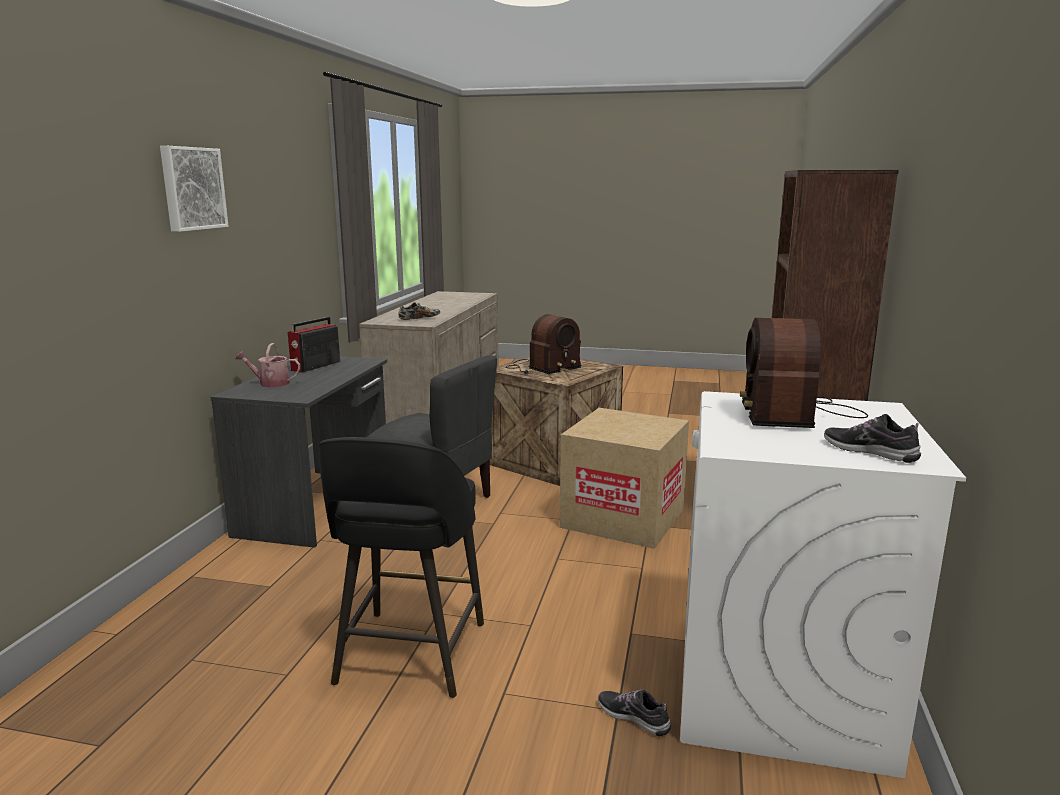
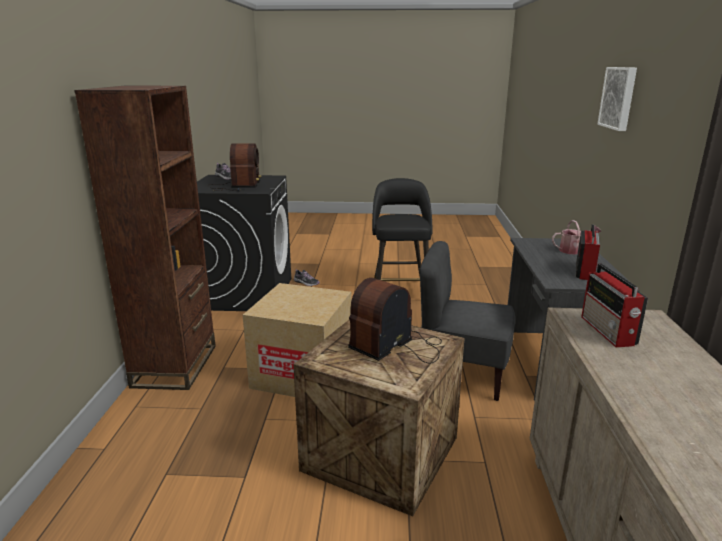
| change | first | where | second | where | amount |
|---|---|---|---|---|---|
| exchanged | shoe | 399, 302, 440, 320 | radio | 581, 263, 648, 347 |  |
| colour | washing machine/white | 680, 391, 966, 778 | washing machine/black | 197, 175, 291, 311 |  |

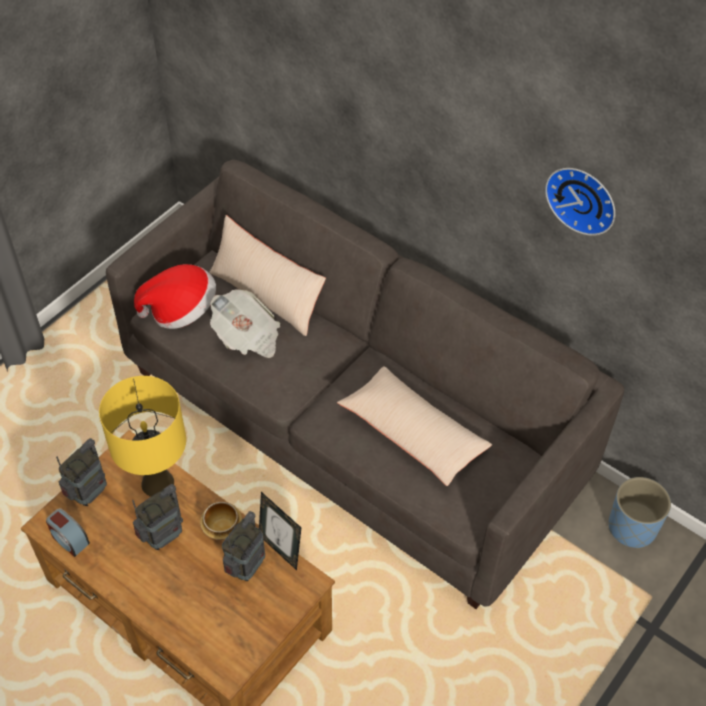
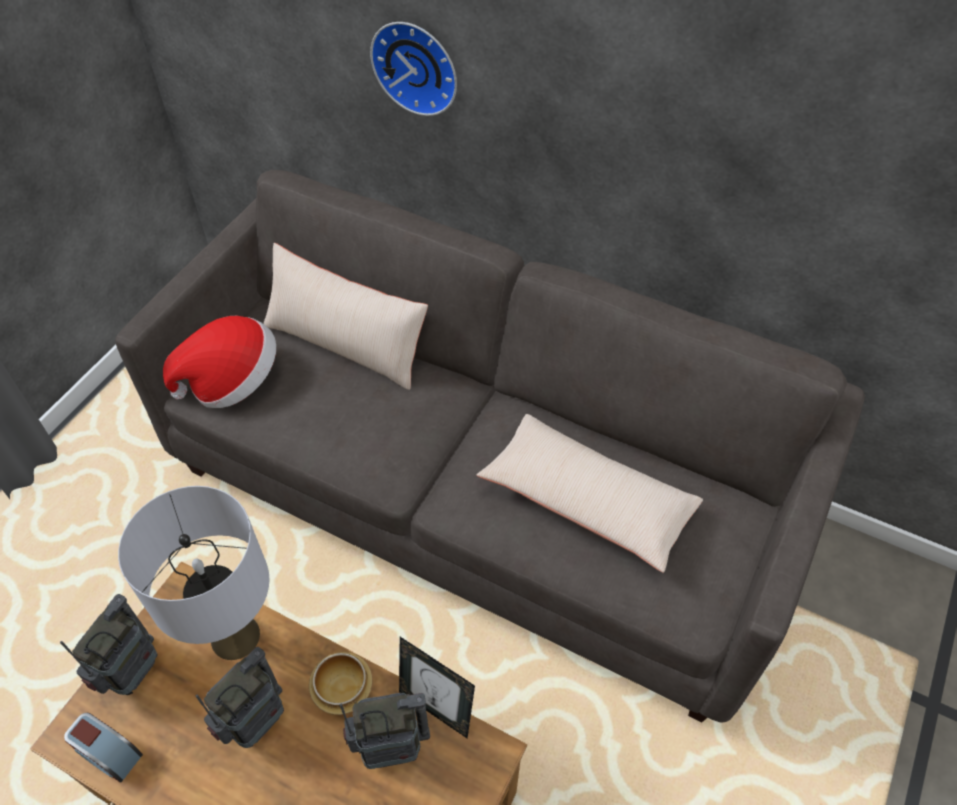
| change | first | where | second | where | amount |
|---|---|---|---|---|---|
| colour | table lamp/yellow | 99, 376, 186, 497 | table lamp/grey | 118, 486, 270, 660 |  |
| missing | newspaper | 210, 290, 280, 358 |  |  |  |
| spun | radio | 222, 511, 265, 581 |  | 340, 693, 430, 769 | 60 degrees clockwise |
| relocated | wall clock | 545, 168, 615, 236 |  | 370, 22, 457, 116 |  |
| missing | planter/blue | 609, 477, 671, 549 |  |  |  |

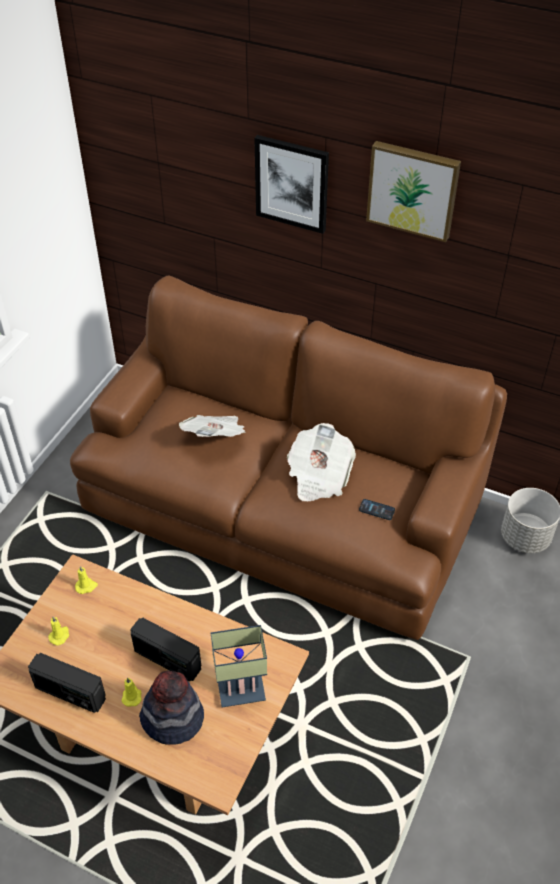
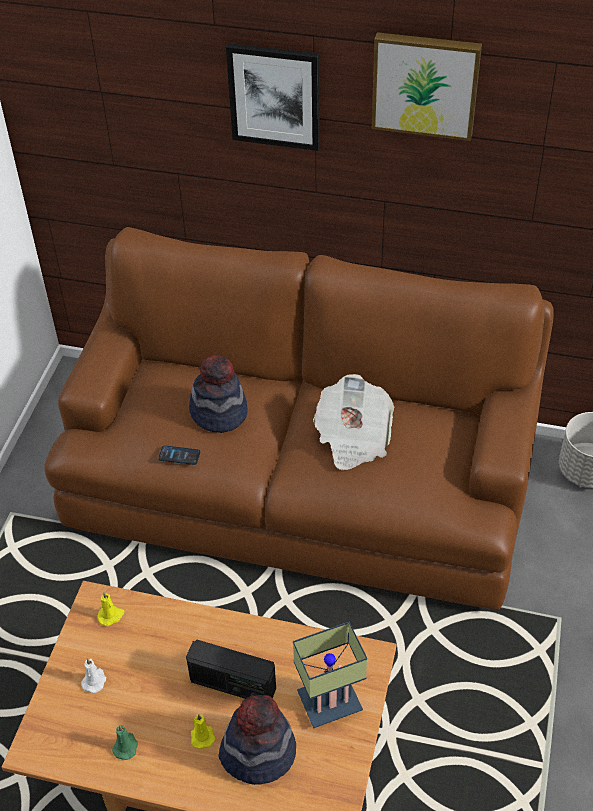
| change | first | where | second | where | amount |
|---|---|---|---|---|---|
| exchanged | radio | 28, 653, 106, 713 | candle/green | 112, 725, 138, 760 |  |
| colour | candle/yellow | 48, 617, 69, 645 | candle/white | 81, 658, 106, 693 |  |
| exchanged | newspaper | 179, 415, 246, 437 | hat | 189, 354, 248, 433 |  |
| relocated | phone | 359, 499, 395, 520 |  | 159, 445, 200, 465 |  |

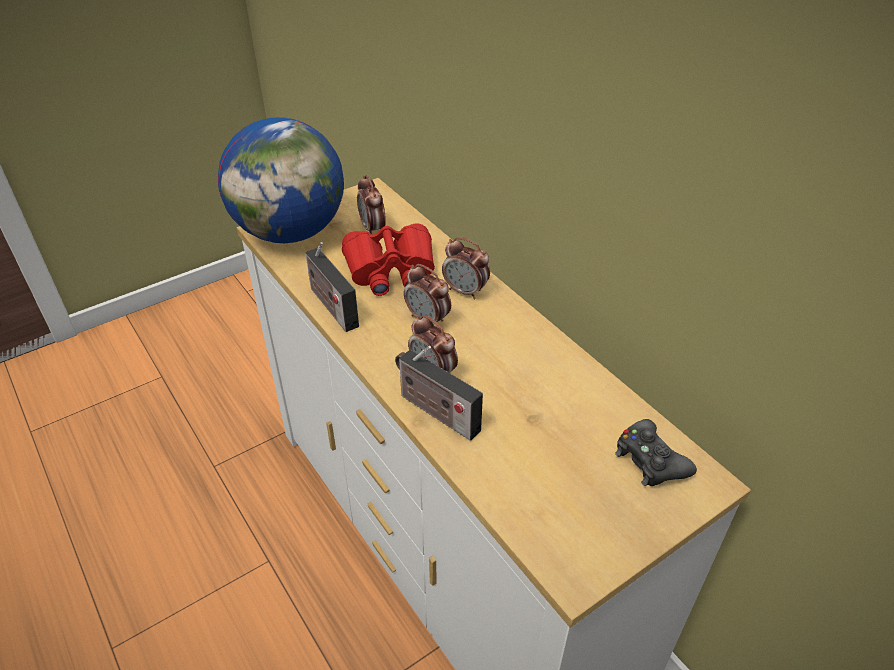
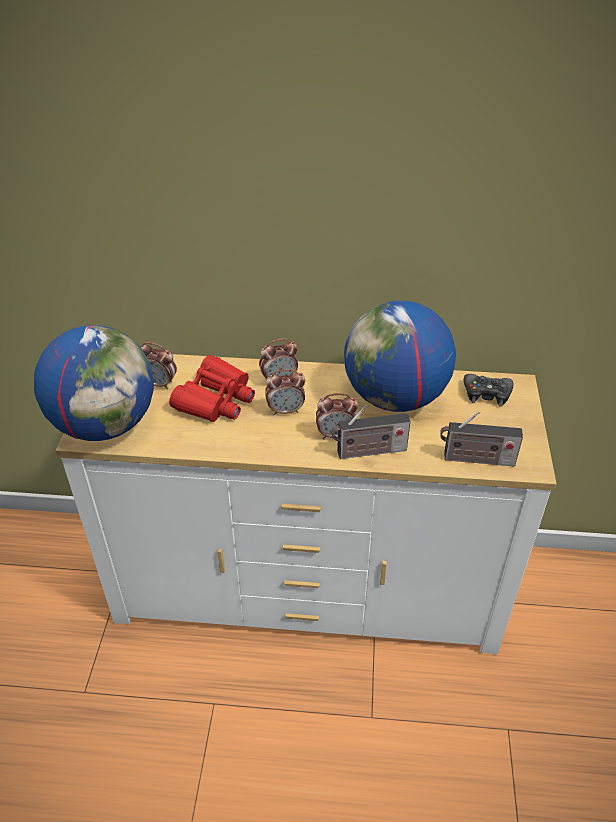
| change | first | where | second | where | amount |
|---|---|---|---|---|---|
| relocated | radio | 305, 242, 359, 332 |  | 440, 411, 523, 467 |  |
| appeared |  |  | globe | 344, 300, 456, 412 |  |

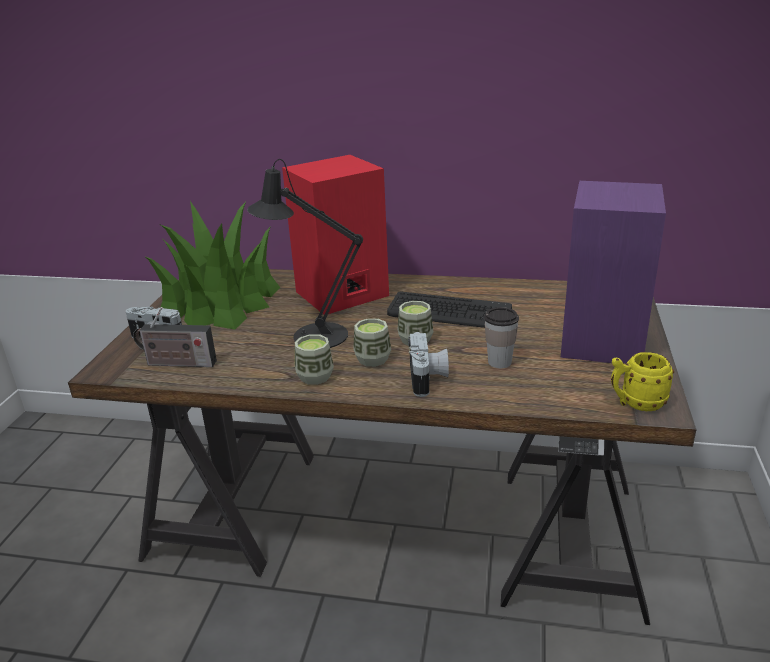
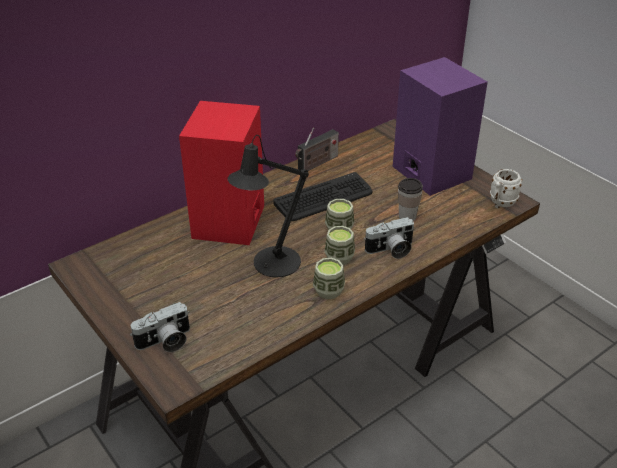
| change | first | where | second | where | amount |
|---|---|---|---|---|---|
| relocated | radio | 135, 307, 217, 367 |  | 295, 128, 339, 171 |  |
| missing | potted plant | 144, 201, 280, 330 |  |  |  |
| spun | photo camera | 408, 332, 449, 397 |  | 364, 217, 414, 259 | 120 degrees clockwise |
| colour | mug/yellow | 611, 352, 674, 411 | mug/white | 490, 169, 522, 208 |  |

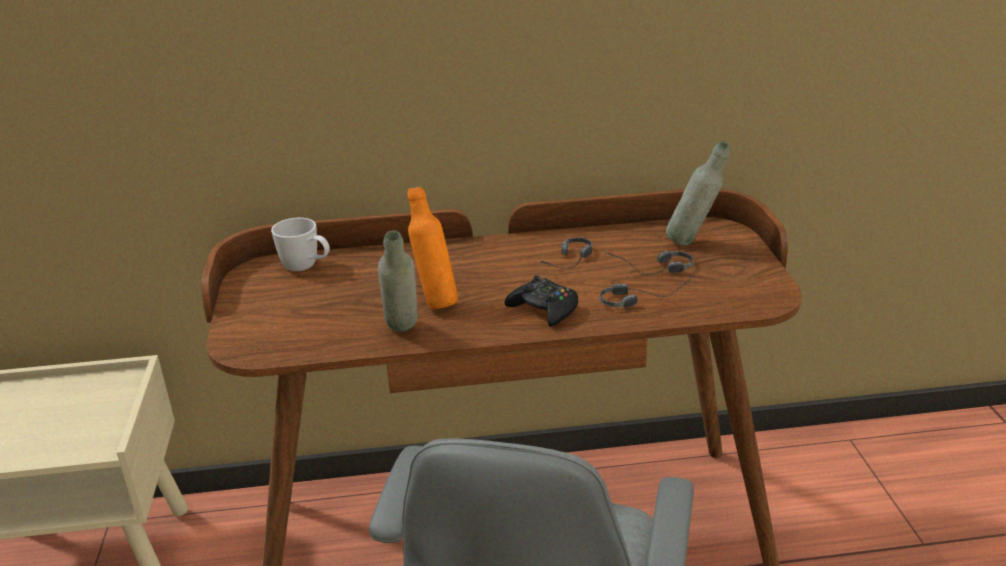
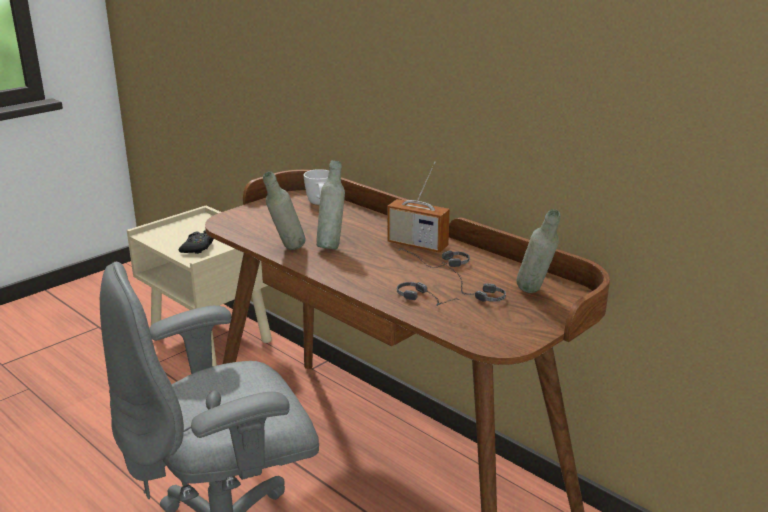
| change | first | where | second | where | amount |
|---|---|---|---|---|---|
| colour | bottle/orange | 408, 186, 458, 310 | bottle/grey | 316, 160, 345, 249 |  |
| relocated | game controller/black | 504, 275, 578, 327 |  | 179, 230, 214, 254 |  |
| appeared |  |  | radio | 387, 162, 450, 252 |  |

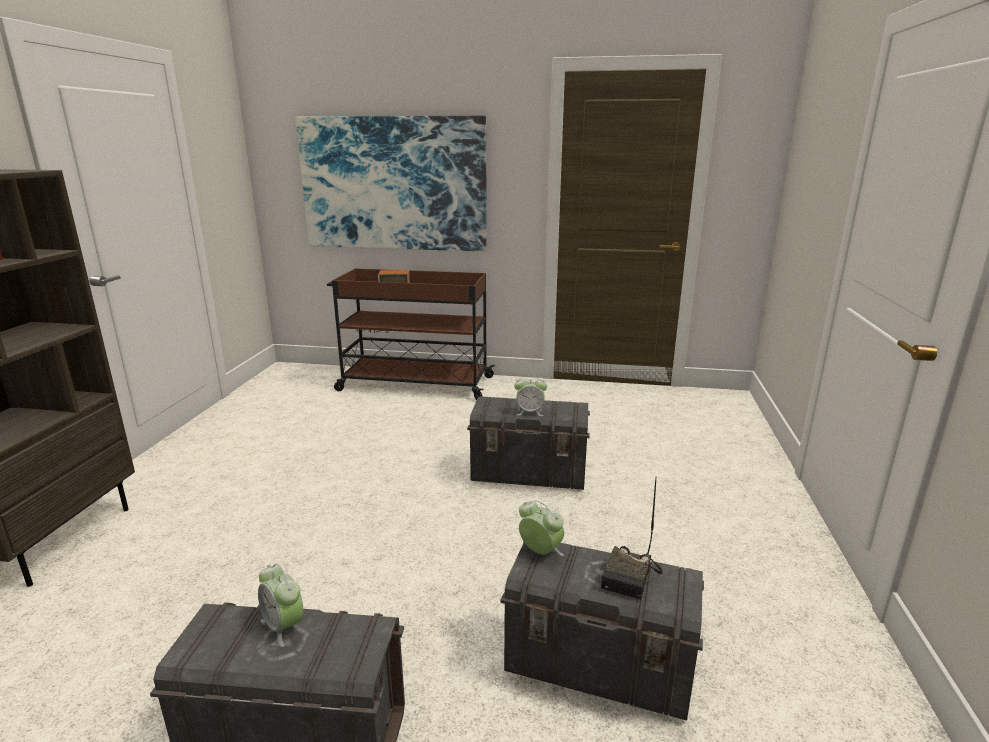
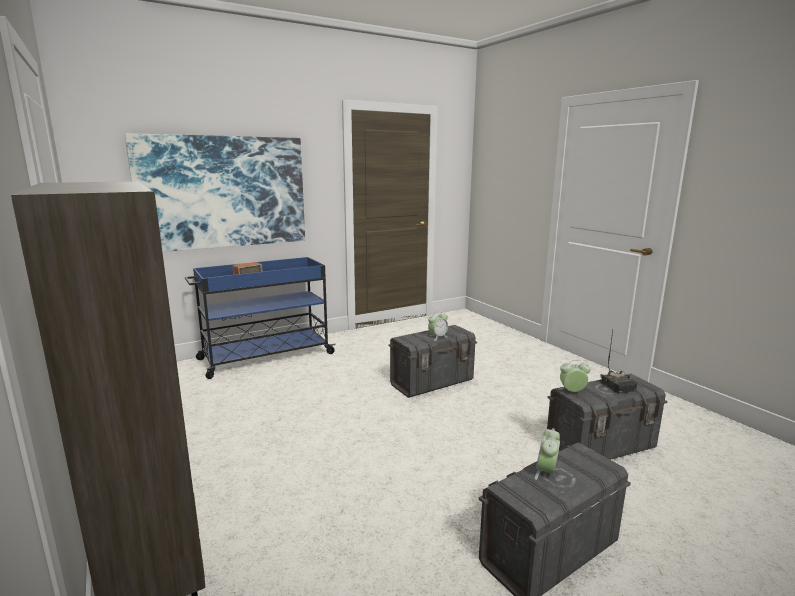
| change | first | where | second | where | amount |
|---|---|---|---|---|---|
| spun | alarm clock | 258, 563, 303, 647 |  | 535, 428, 560, 480 | 105 degrees clockwise |
| colour | cart/brown | 327, 268, 495, 400 | cart/blue | 185, 257, 336, 379 |  |

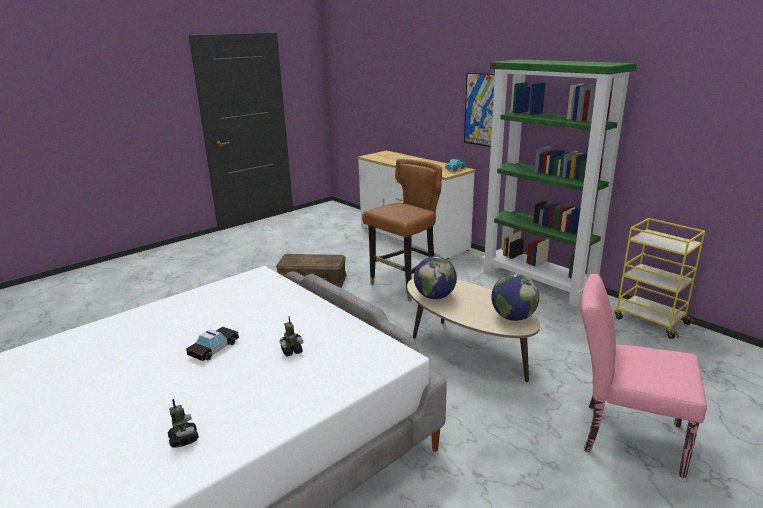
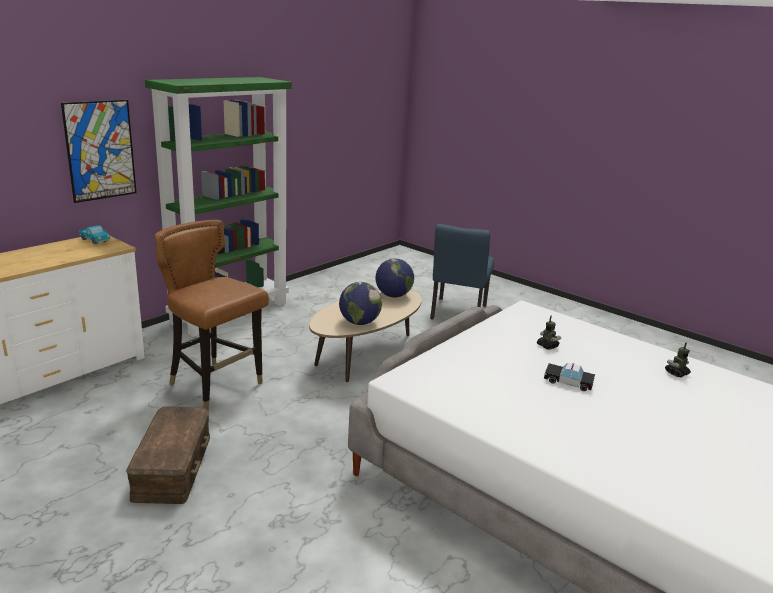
| change | first | where | second | where | amount |
|---|---|---|---|---|---|
| colour | chair/pink | 581, 274, 707, 478 | chair/blue | 430, 224, 494, 320 |  |
| missing | cart/yellow | 614, 218, 705, 339 |  |  |  |

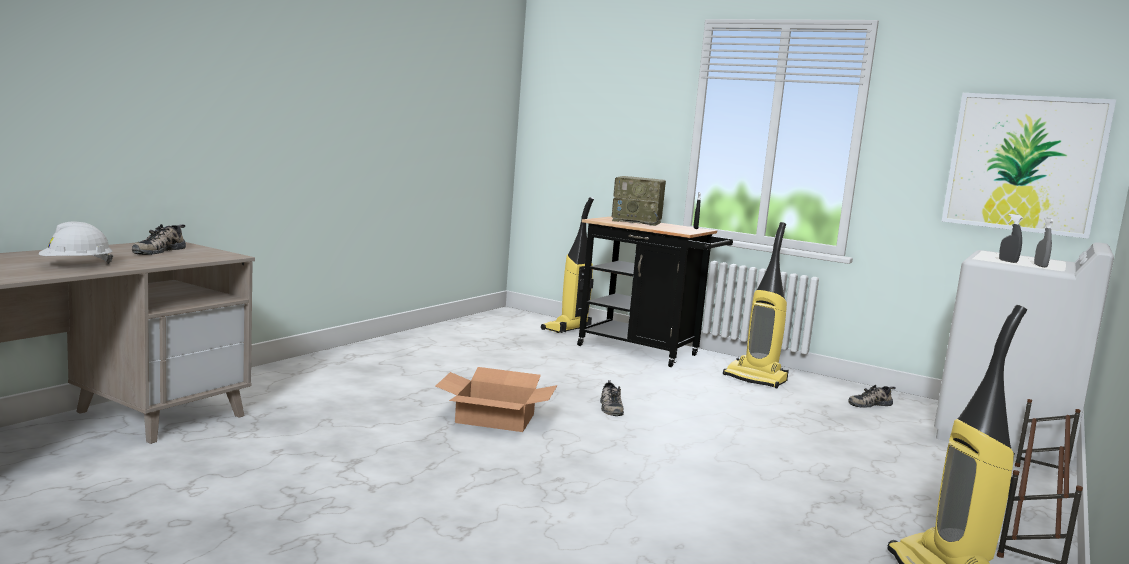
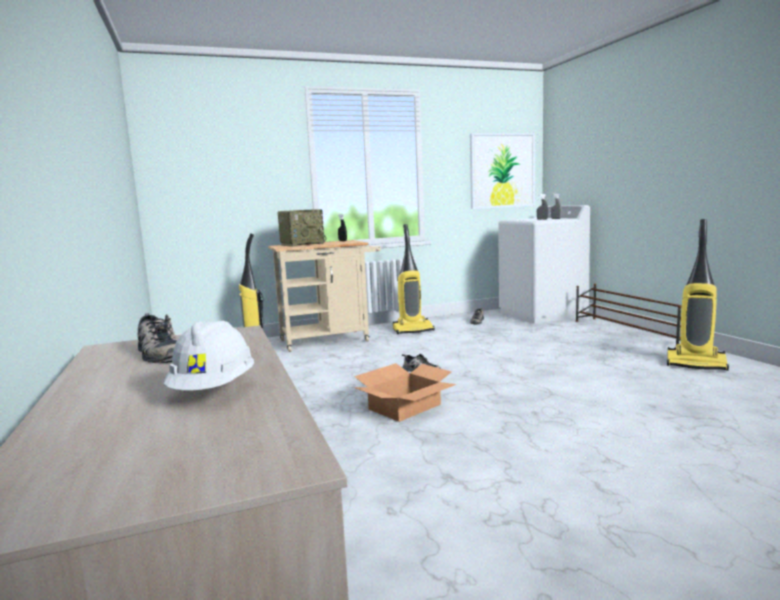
| change | first | where | second | where | amount |
|---|---|---|---|---|---|
| colour | cart/black | 577, 216, 733, 367 | cart/beige | 268, 240, 381, 352 |  |

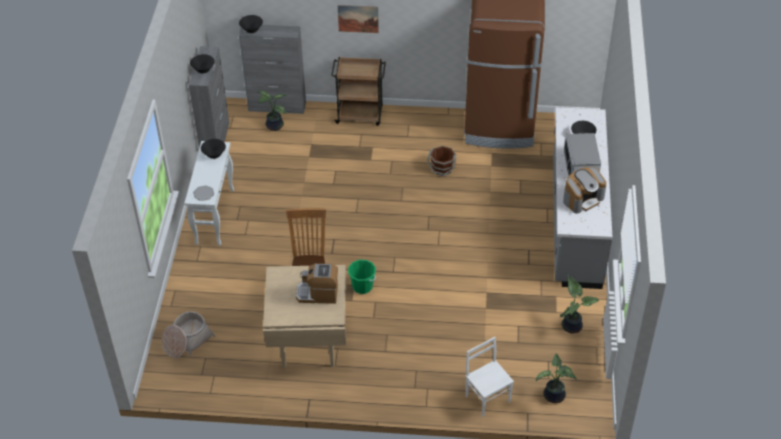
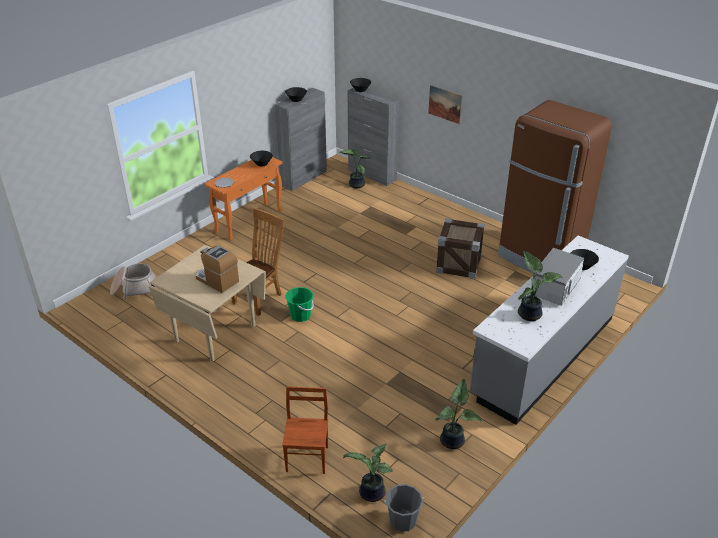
| change | first | where | second | where | amount |
|---|---|---|---|---|---|
| colour | console table/white | 184, 141, 234, 246 | console table/orange | 204, 157, 283, 240 |  |
| missing | cart/brown | 331, 57, 386, 126 |  |  |  |
| exchanged | bucket/brown | 427, 146, 456, 176 | crate | 436, 218, 485, 279 |  |
| colour | chair/white | 466, 337, 514, 417 | chair/brown | 282, 386, 328, 474 |  |
| exchanged | coffee machine | 563, 167, 606, 214 | potted plant | 518, 251, 561, 321 |  |
| appeared |  |  | bucket/grey | 384, 484, 423, 532 |  |

